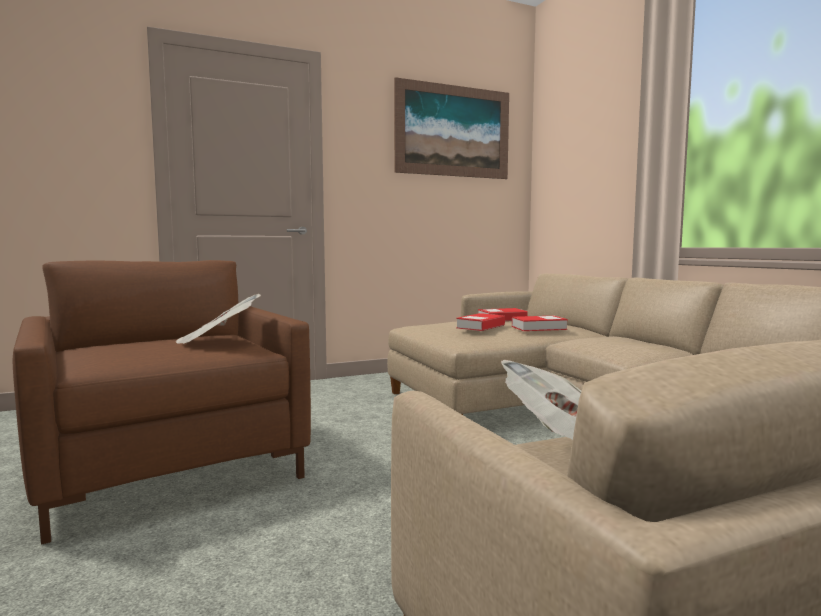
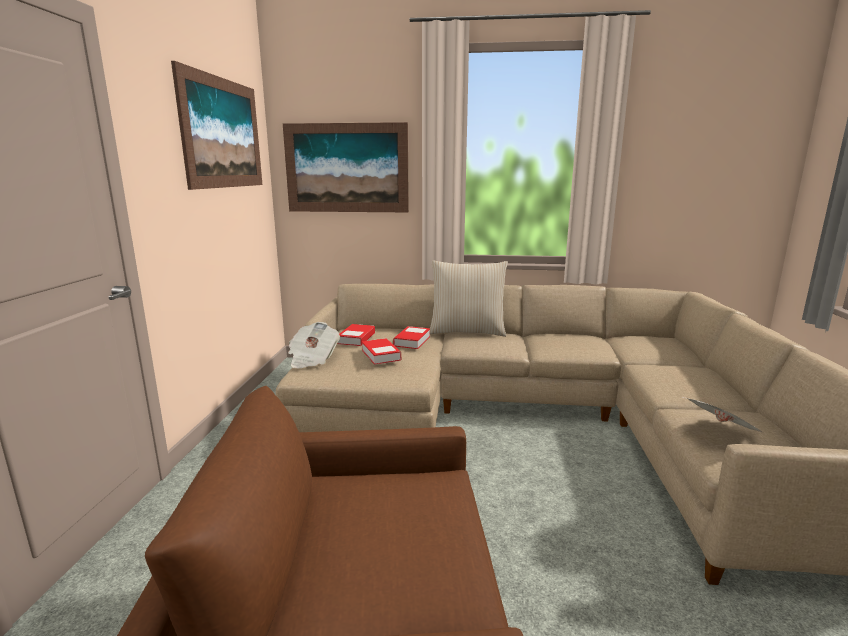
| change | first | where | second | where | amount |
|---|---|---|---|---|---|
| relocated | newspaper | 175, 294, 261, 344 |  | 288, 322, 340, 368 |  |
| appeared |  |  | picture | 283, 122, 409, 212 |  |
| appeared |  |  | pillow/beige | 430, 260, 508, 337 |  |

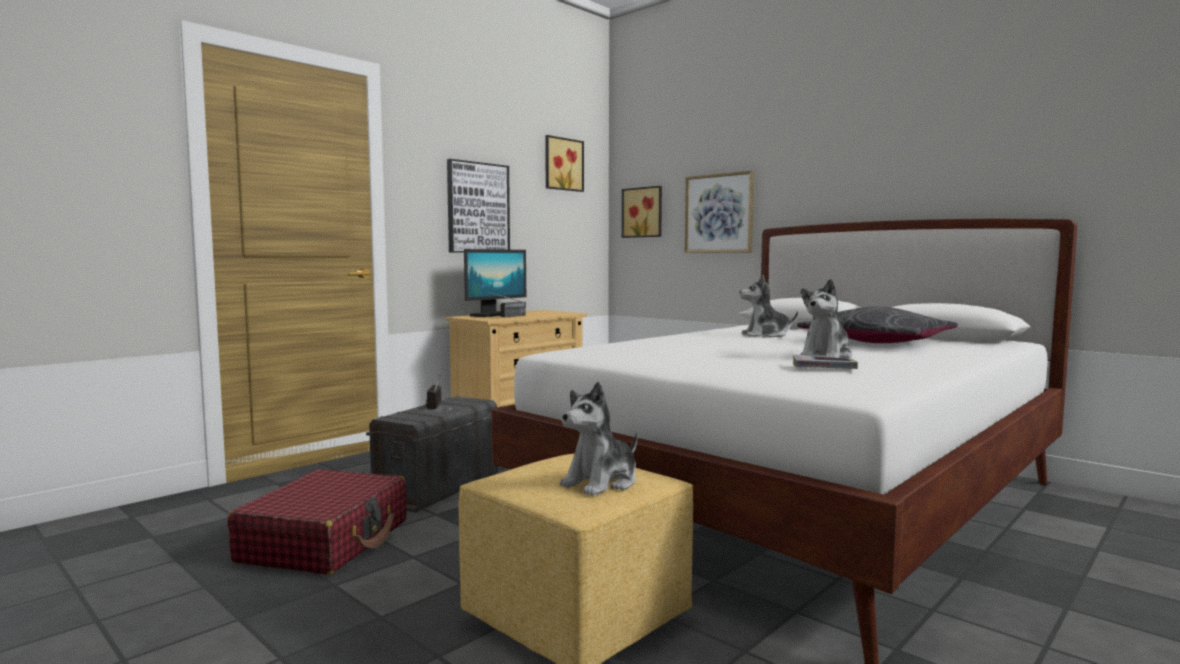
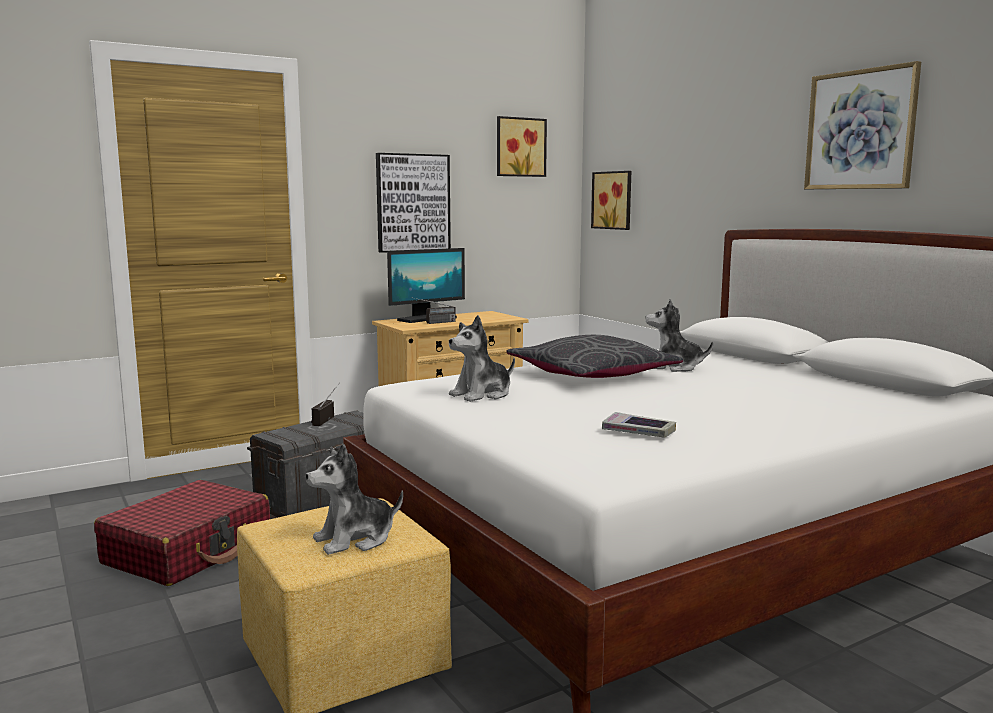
| change | first | where | second | where | amount |
|---|---|---|---|---|---|
| relocated | picture | 685, 170, 754, 253 |  | 804, 61, 921, 189 |  |
| relocated | pillow/grey | 797, 306, 958, 343 |  | 506, 335, 683, 378 |  |
| relocated | plush toy | 800, 279, 852, 358 |  | 449, 315, 515, 402 |  |

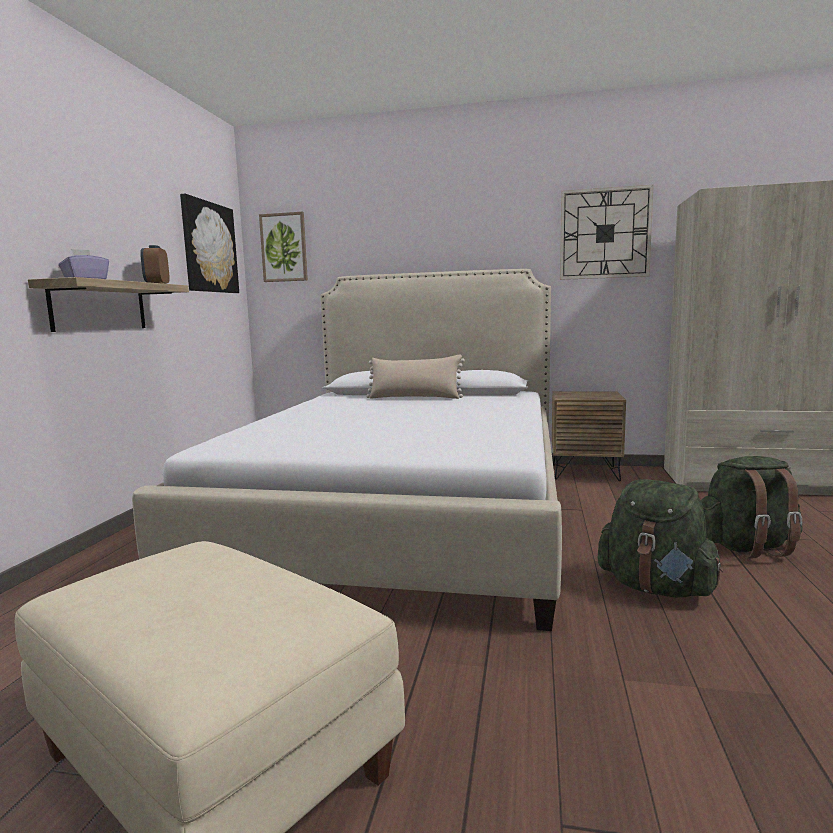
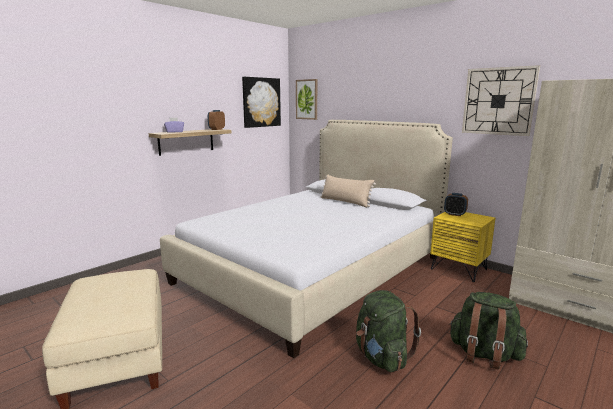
| change | first | where | second | where | amount |
|---|---|---|---|---|---|
| colour | nightstand/brown | 552, 391, 626, 481 | nightstand/yellow | 430, 212, 496, 282 |  |
| appeared |  |  | alarm clock | 444, 193, 468, 216 |  |

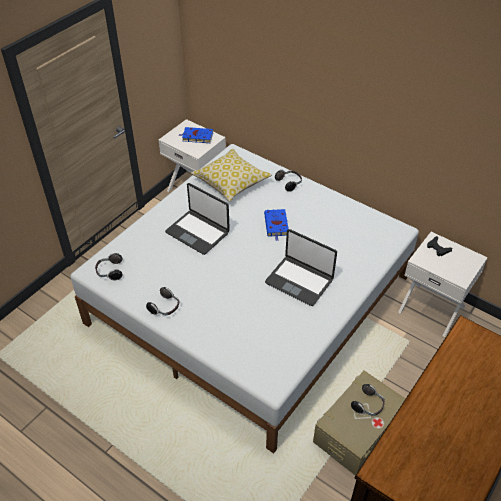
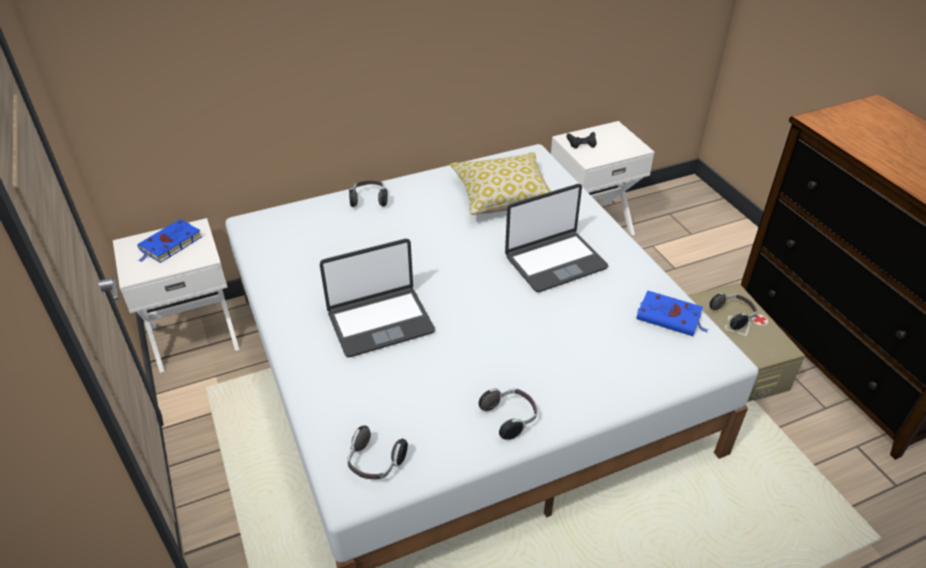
| change | first | where | second | where | amount |
|---|---|---|---|---|---|
| relocated | pillow | 191, 149, 272, 202 |  | 450, 152, 551, 215 |  |
| relocated | book/blue | 264, 209, 288, 241 |  | 636, 290, 708, 336 |  |

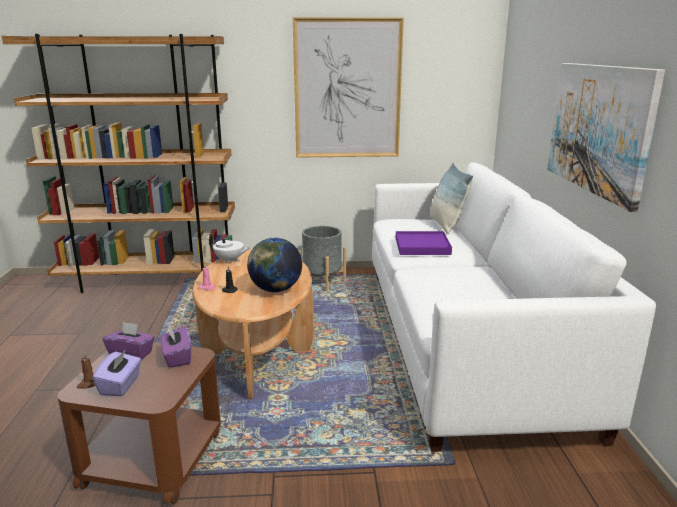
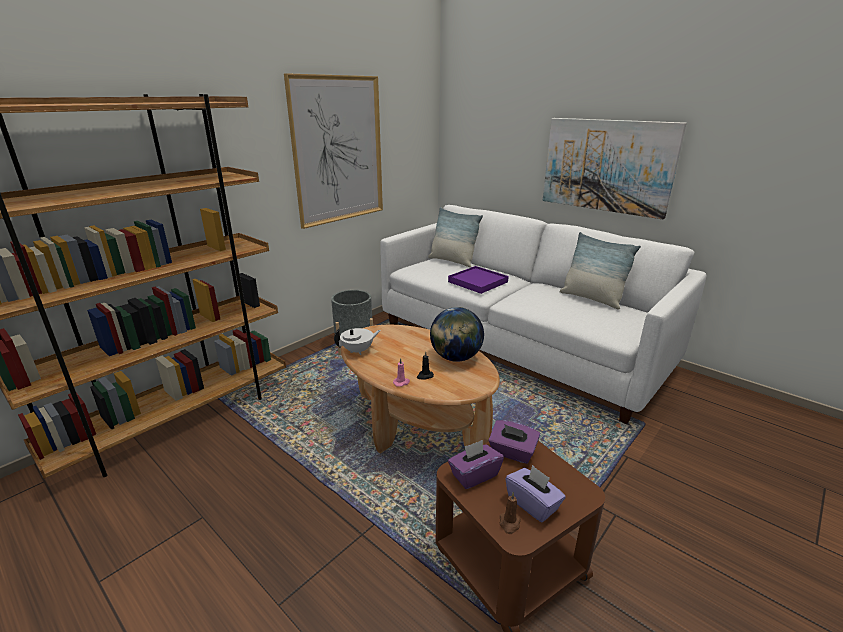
| change | first | where | second | where | amount |
|---|---|---|---|---|---|
| appeared |  |  | pillow | 560, 232, 641, 310 |  |

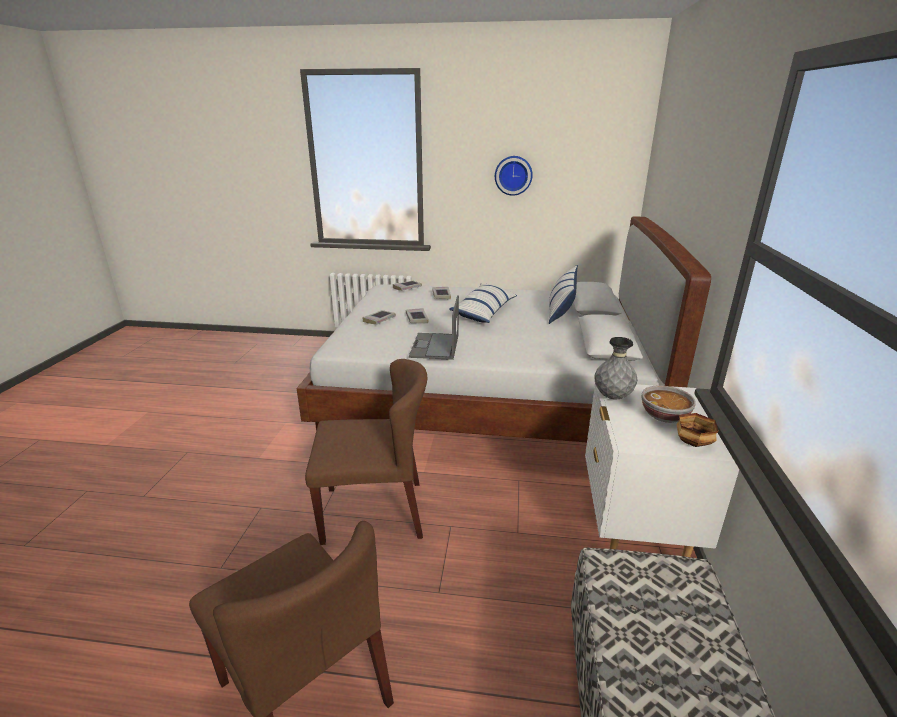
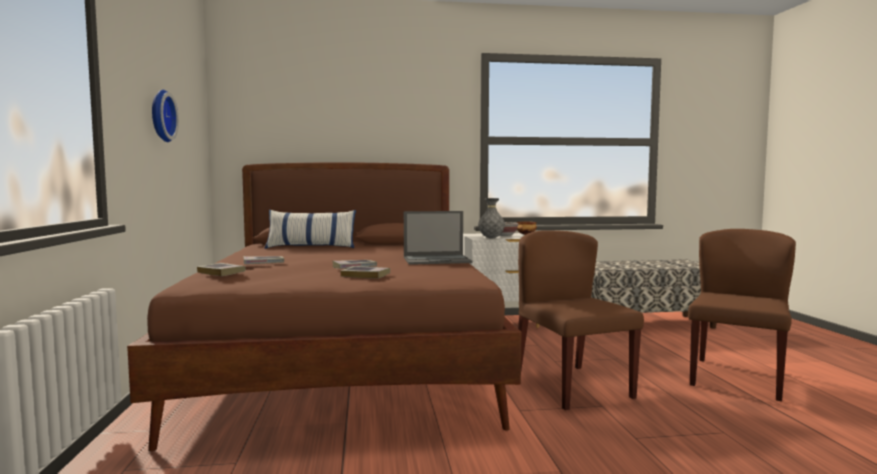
| change | first | where | second | where | amount |
|---|---|---|---|---|---|
| colour | bed/white | 297, 216, 711, 442 | bed/brown | 127, 162, 522, 451 |  |
| missing | pillow | 449, 284, 517, 323 |  |  |  |

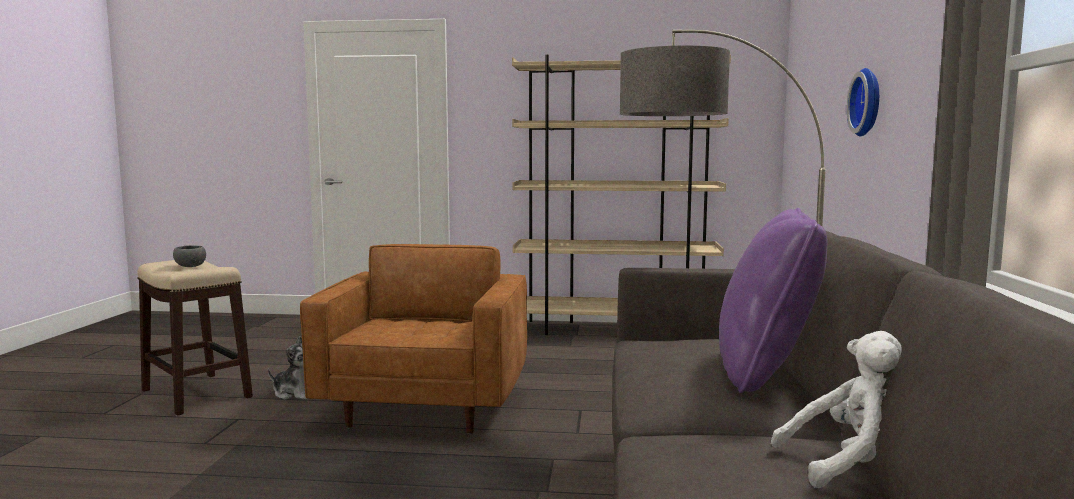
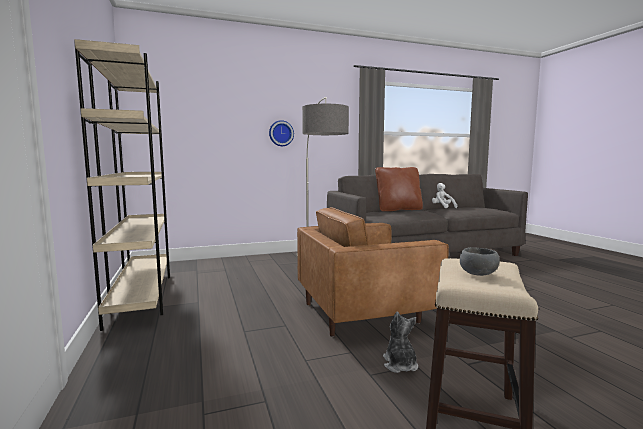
| change | first | where | second | where | amount |
|---|---|---|---|---|---|
| colour | pillow/purple | 719, 208, 828, 393 | pillow/brown | 375, 167, 423, 211 |  |

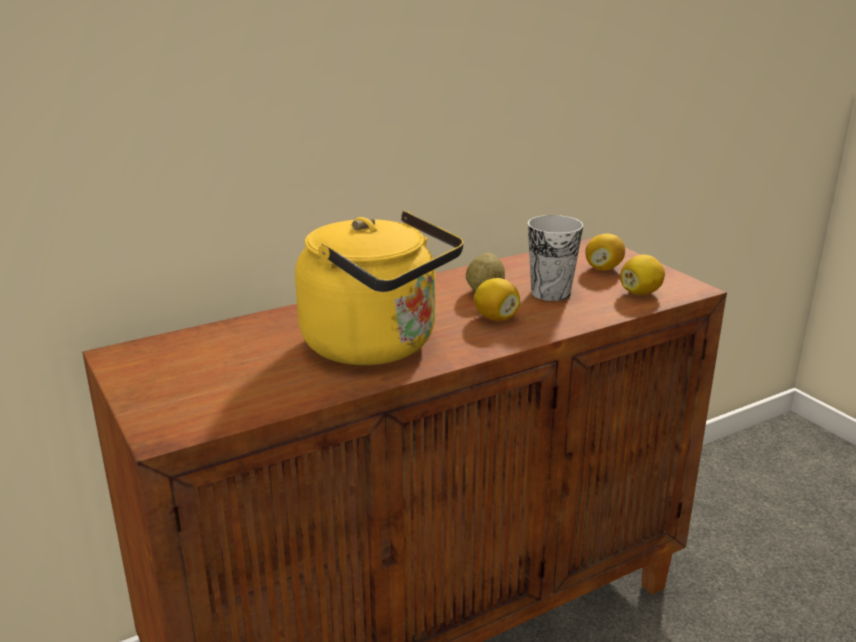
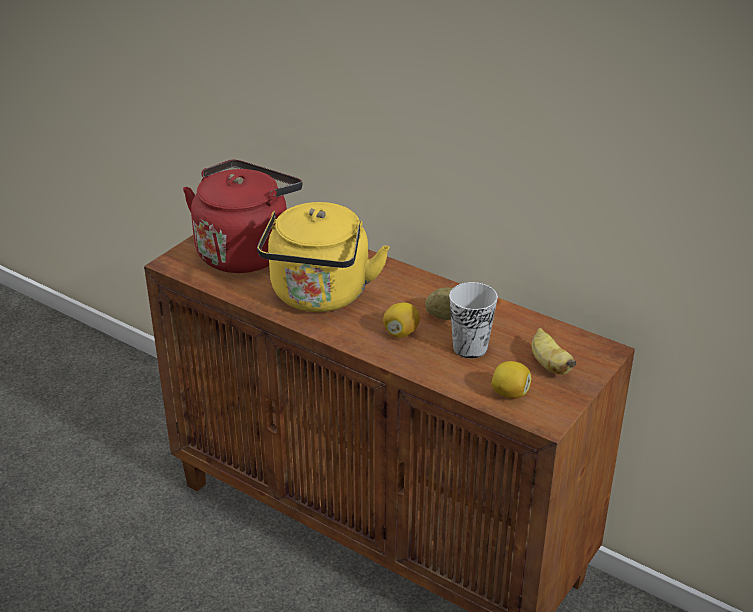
| change | first | where | second | where | amount |
|---|---|---|---|---|---|
| exchanged | lemon | 585, 234, 625, 271 | banana | 532, 328, 577, 375 |  |
| appeared |  |  | kettle/red | 183, 160, 302, 273 |  |

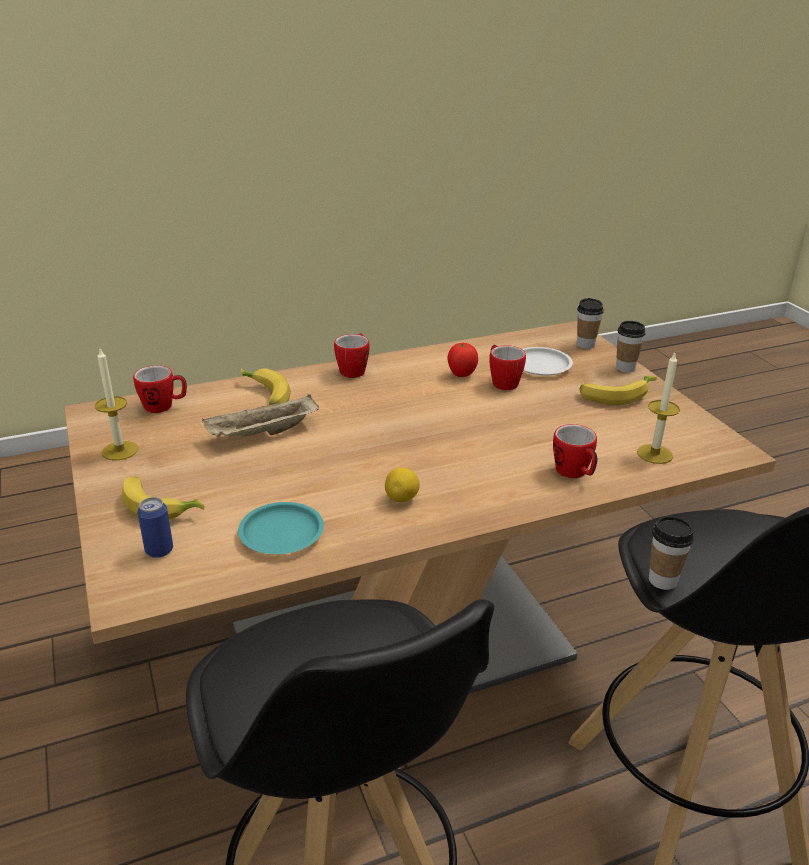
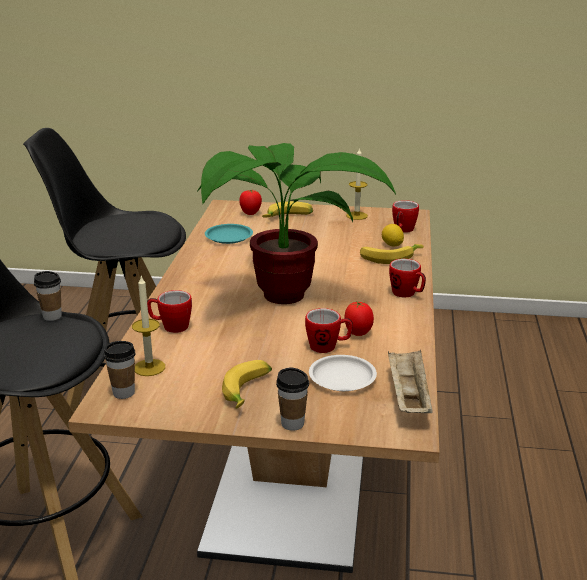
| change | first | where | second | where | amount |
|---|---|---|---|---|---|
| exchanged | can | 137, 497, 173, 558 | tomato | 239, 190, 262, 215 |  |
| relocated | tray/beige | 202, 394, 319, 438 |  | 388, 349, 432, 413 |  |
| relocated | lemon | 385, 468, 420, 502 |  | 382, 224, 404, 247 |  |
| relocated | cup | 577, 298, 604, 349 |  | 104, 341, 135, 399 |  |
| appeared |  |  | potted plant | 197, 143, 396, 304 |  |

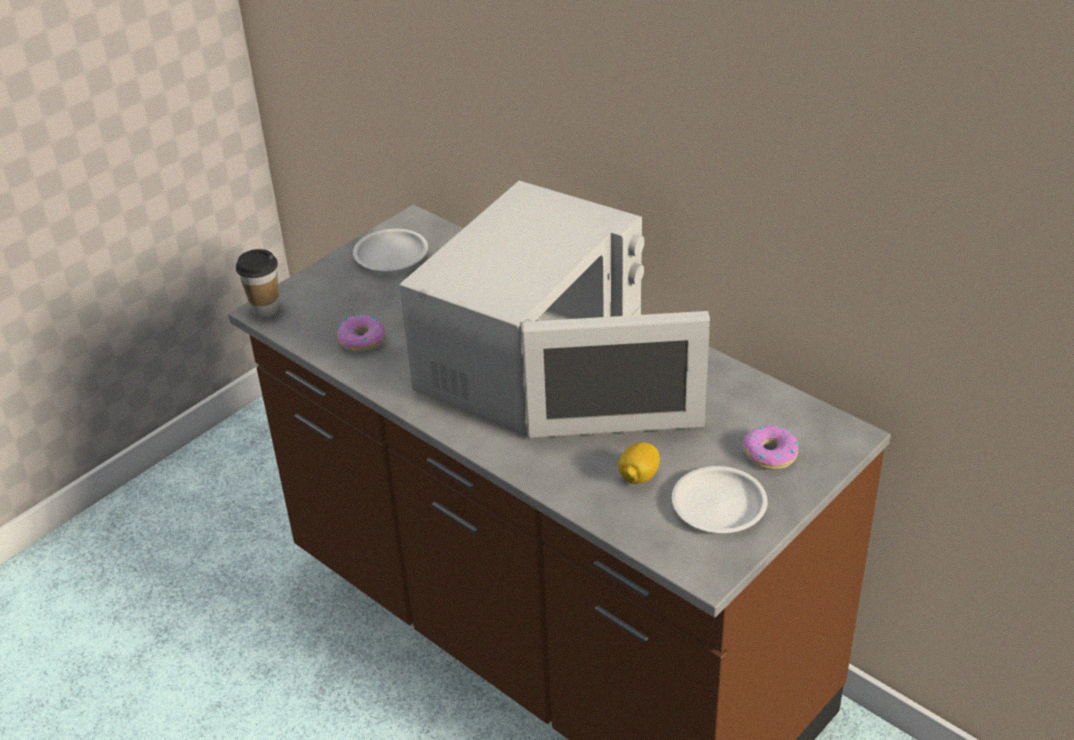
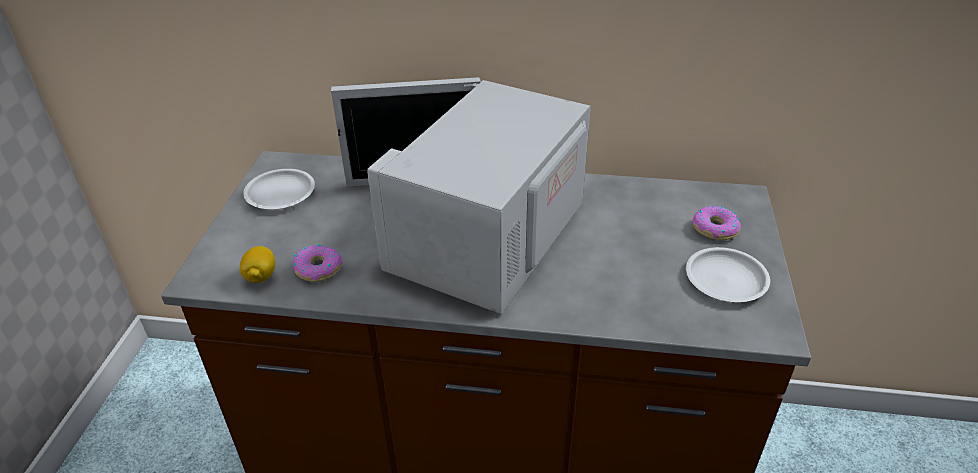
| change | first | where | second | where | amount |
|---|---|---|---|---|---|
| missing | cup | 236, 249, 279, 317 |  |  |  |
| spun | microwave/white | 400, 181, 710, 438 |  | 331, 77, 591, 314 | 150 degrees counterclockwise |
| relocated | lemon | 618, 442, 660, 484 |  | 240, 246, 275, 283 |  |

